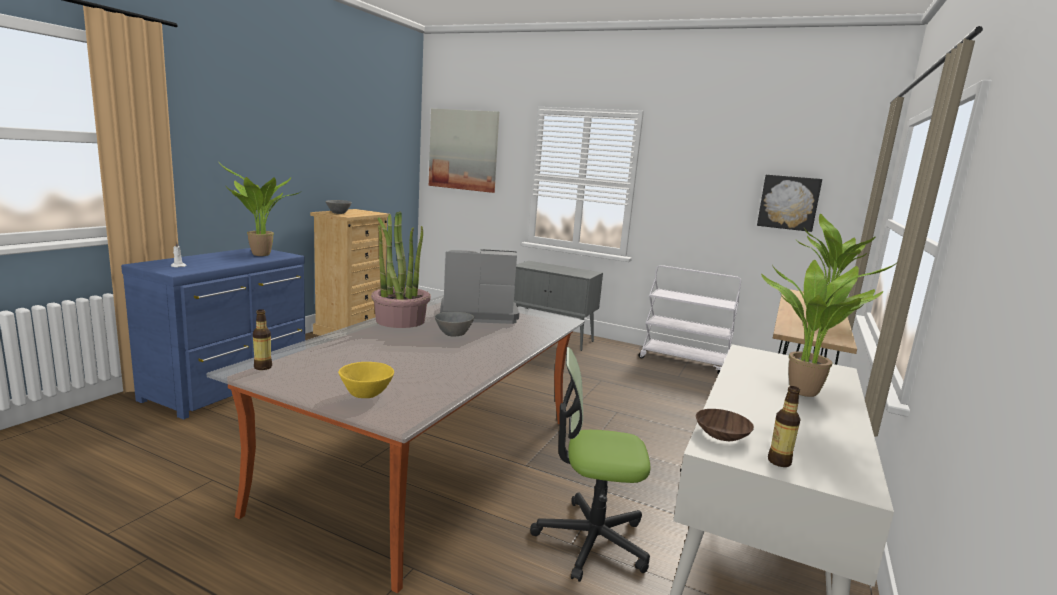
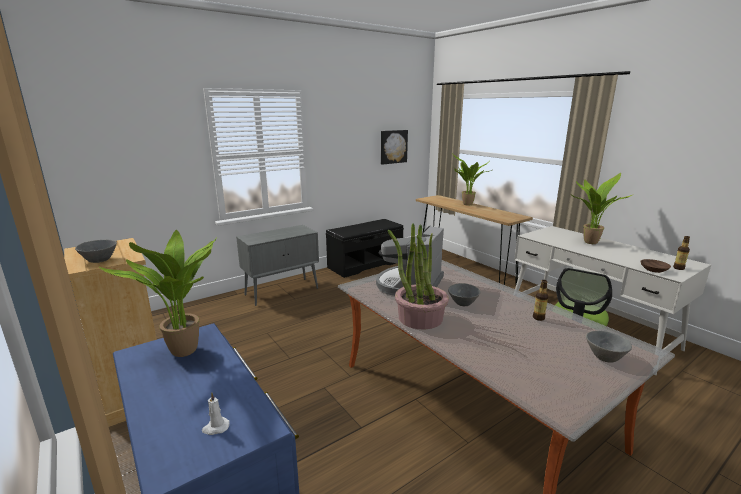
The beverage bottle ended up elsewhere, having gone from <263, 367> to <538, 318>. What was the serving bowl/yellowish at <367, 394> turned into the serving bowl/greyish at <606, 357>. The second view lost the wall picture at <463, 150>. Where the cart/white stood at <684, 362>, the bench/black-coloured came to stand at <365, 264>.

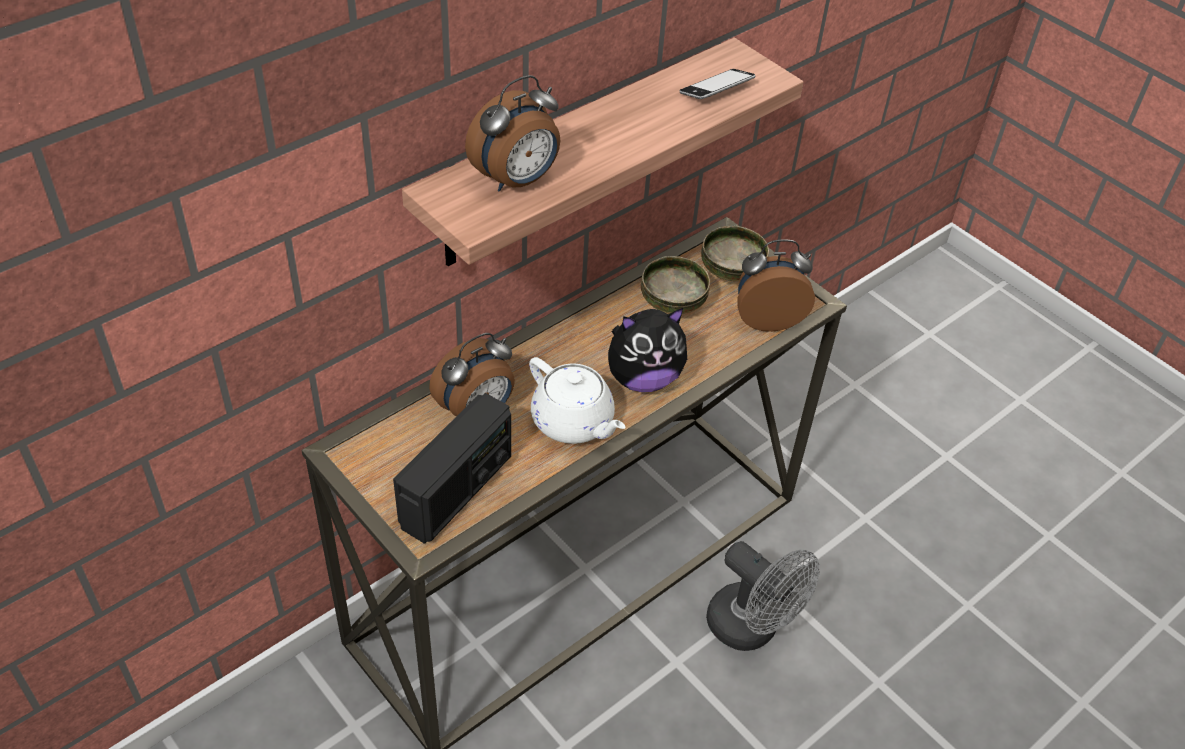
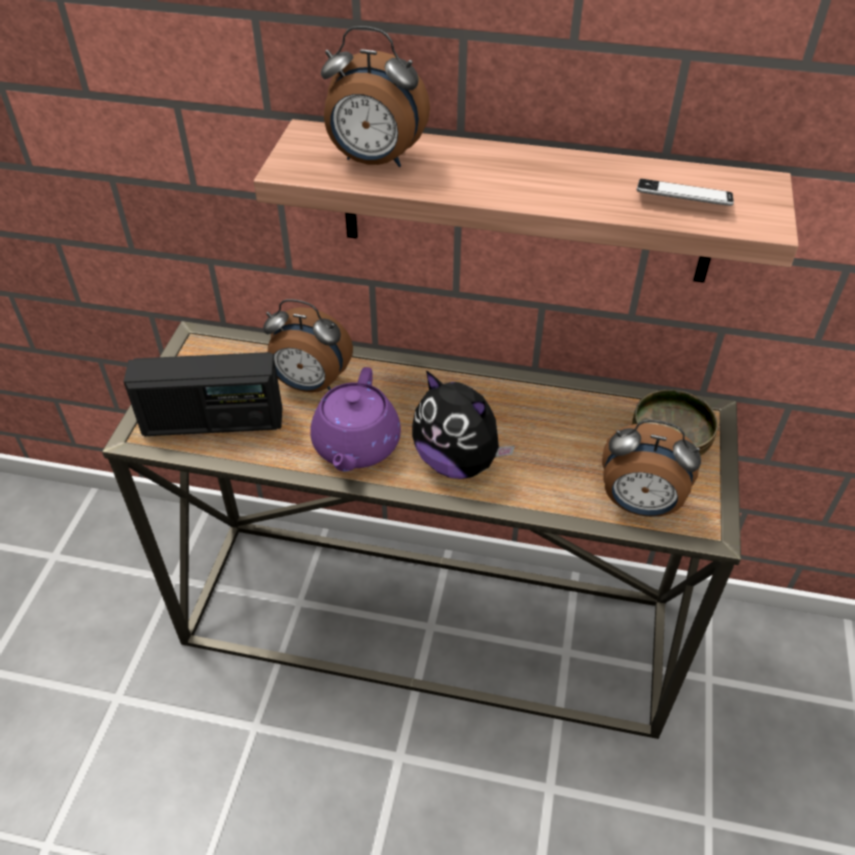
What was the tea pot/white at <573, 422> turned into the tea pot/purple at <356, 446>. The second view lost the serving bowl at <672, 303>. The second view lost the fan/greyish at <752, 628>. The alarm clock at <767, 318> ended up facing another way, 150 degrees clockwise from before.

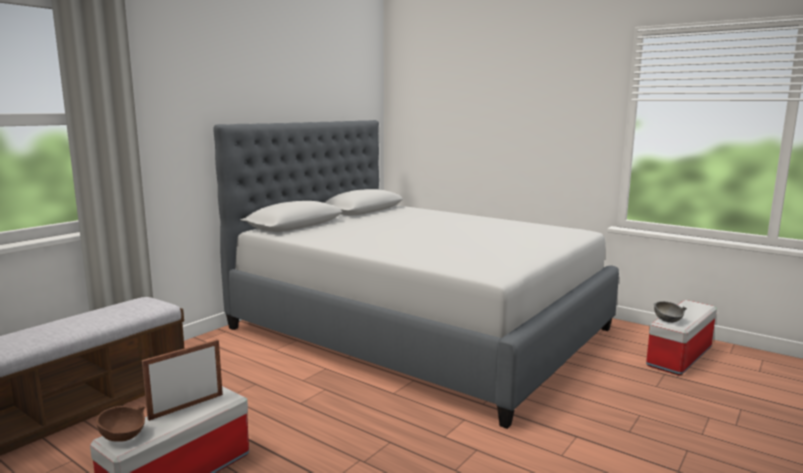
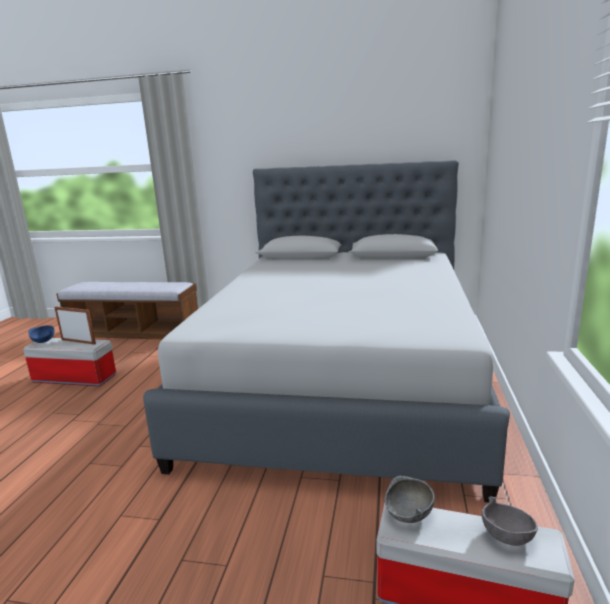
What was the serving bowl/brown at <123, 437> turned into the serving bowl/bluish at <43, 341>. The second view gained the serving bowl/greyish at <507, 536>.

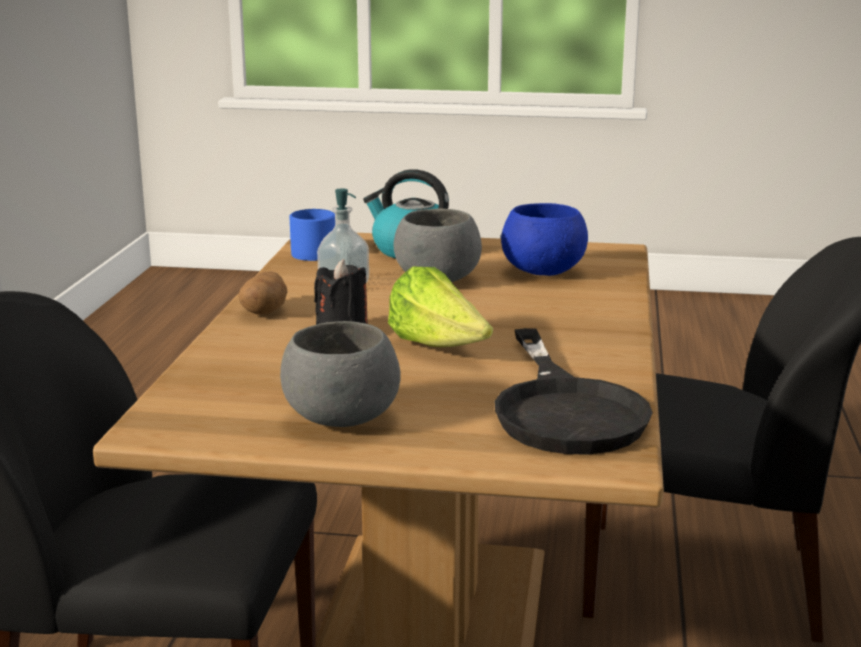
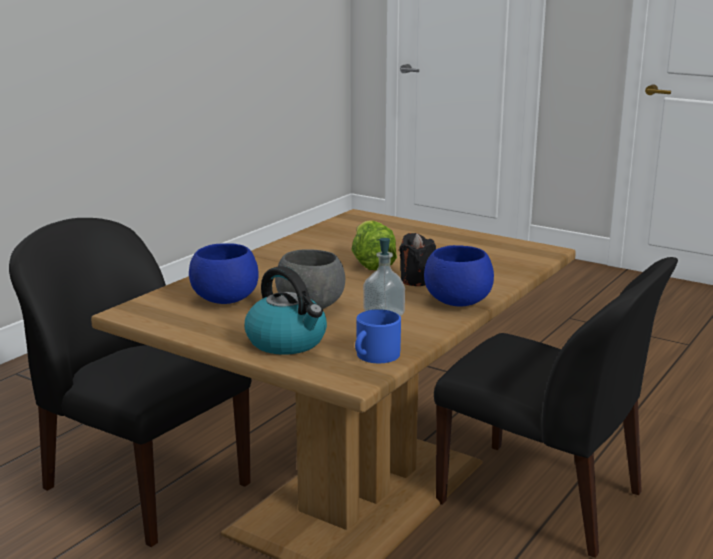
Where the spud stood at <264, 311>, the serving bowl/bluish came to stand at <458, 302>. The second view lost the serving bowl/greyish at <340, 419>. The second view lost the frying pan/black-coloured at <565, 409>.

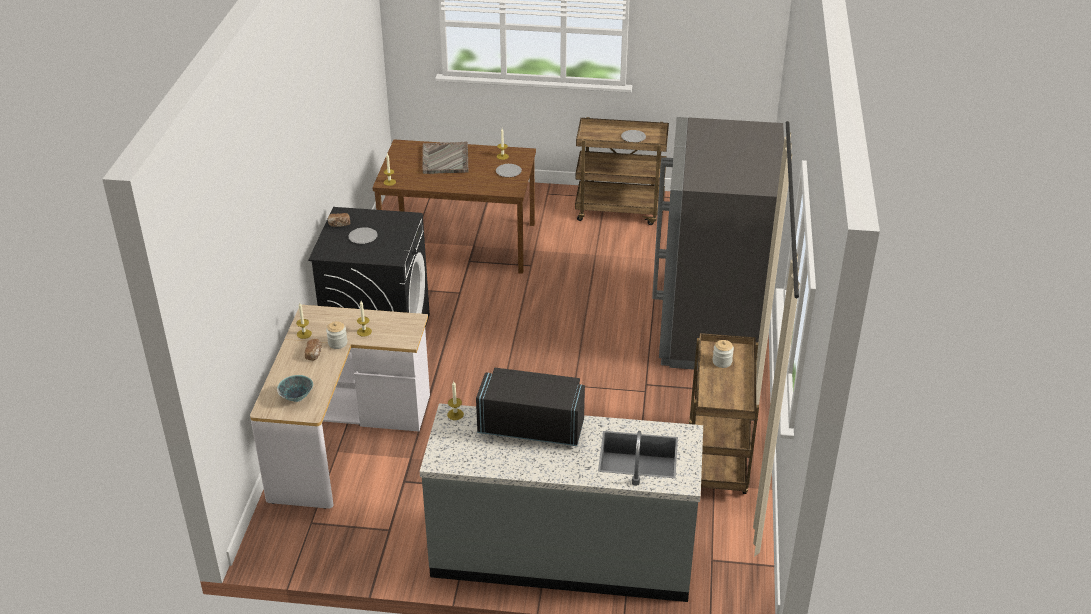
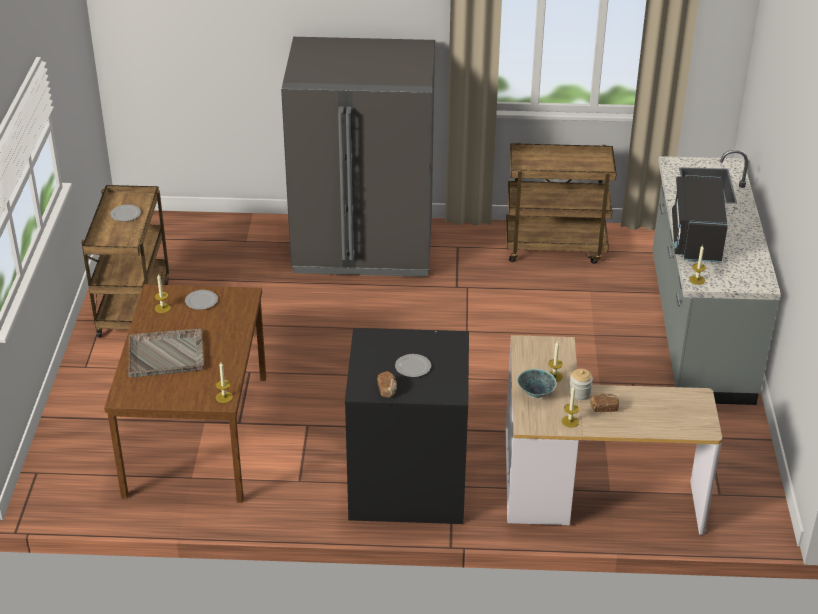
The serving bowl ended up elsewhere, having gone from <297, 398> to <535, 394>. The second view lost the preserve jar at <722, 362>.

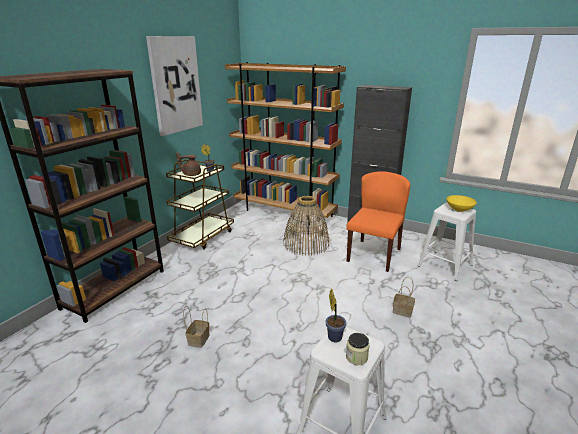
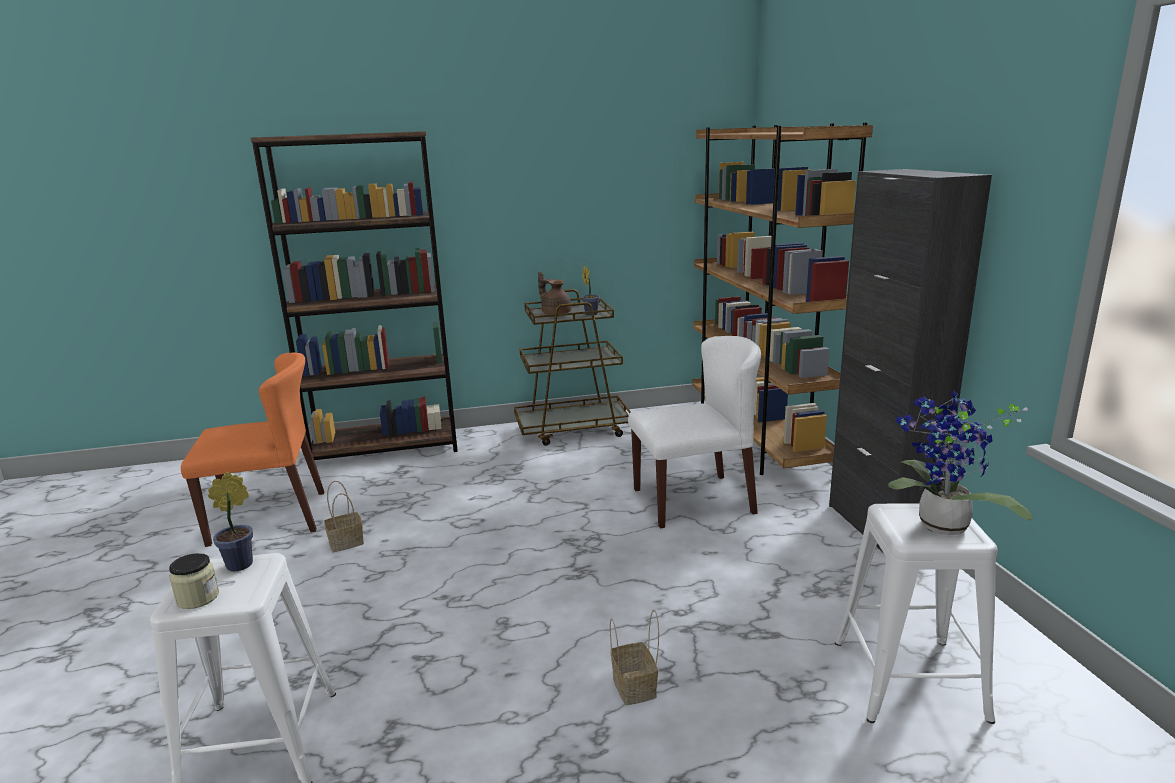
The second view lost the wall picture at <175, 85>. Where the basket stood at <306, 244>, the plain chair/white came to stand at <694, 500>. The plain chair/orangey ended up elsewhere, having gone from <373, 255> to <270, 517>. Where the serving bowl/yellowish stood at <459, 210>, the plant in a pot came to stand at <940, 528>.

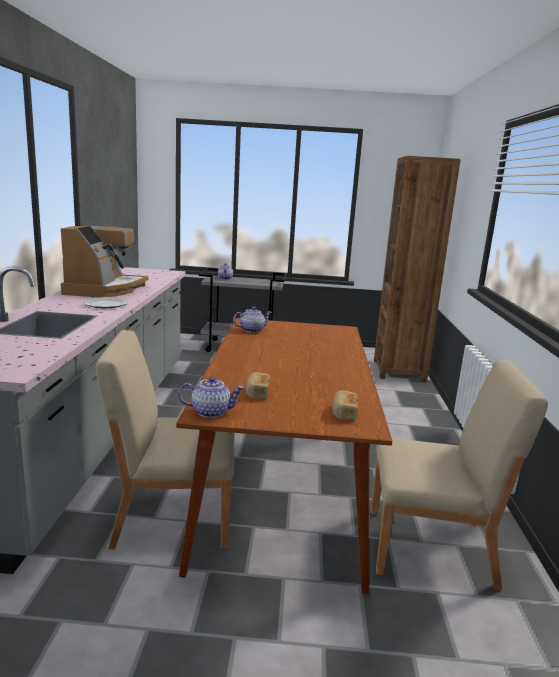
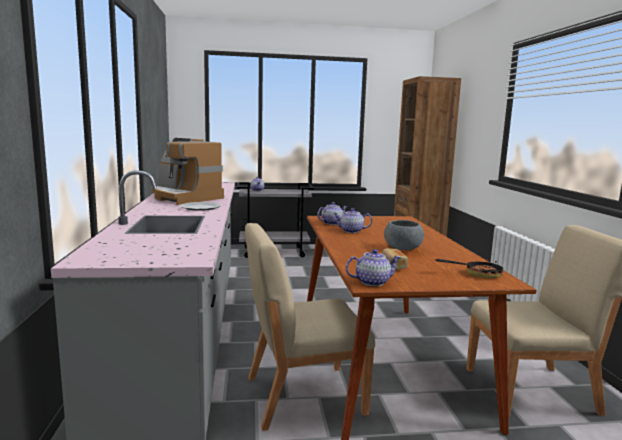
The coffee brewer at <105, 289> ended up facing another way, 135 degrees clockwise from before. Where the bakery bread stood at <343, 413>, the frying pan came to stand at <477, 274>. The second view gained the tea pot at <351, 231>. The second view gained the serving bowl/greyish at <402, 249>.

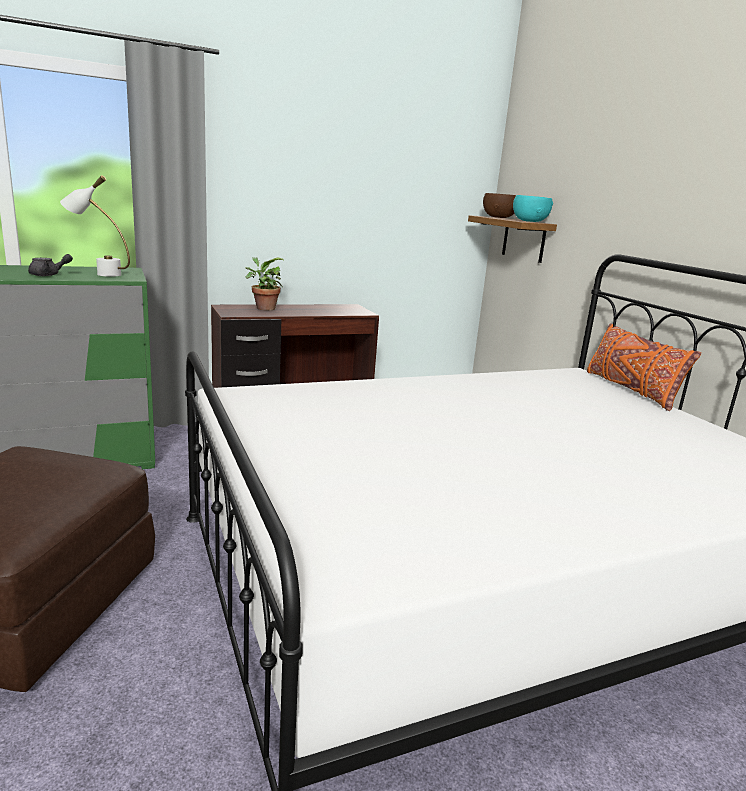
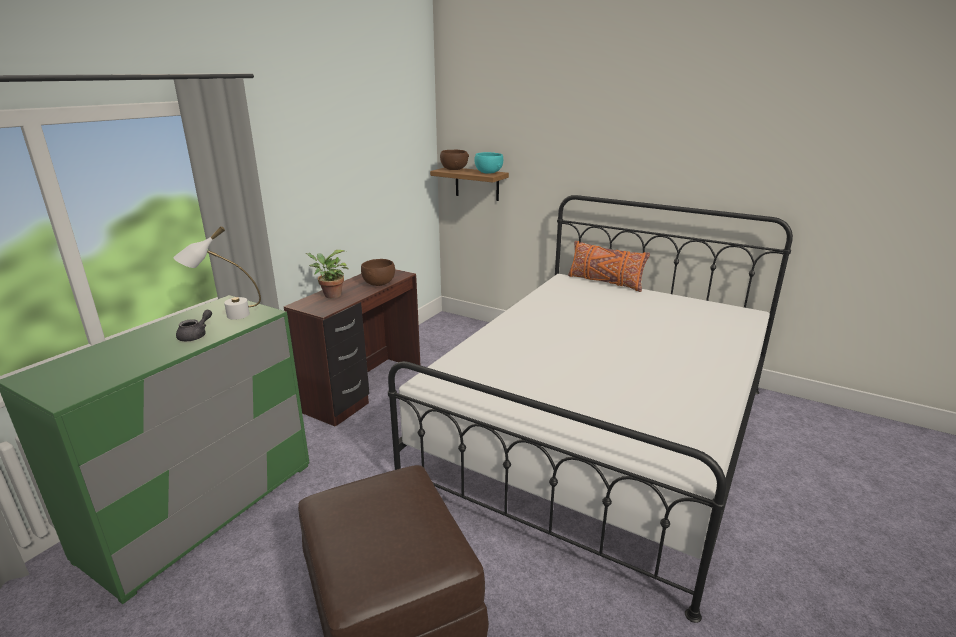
The second view gained the serving bowl/brown at <379, 283>.

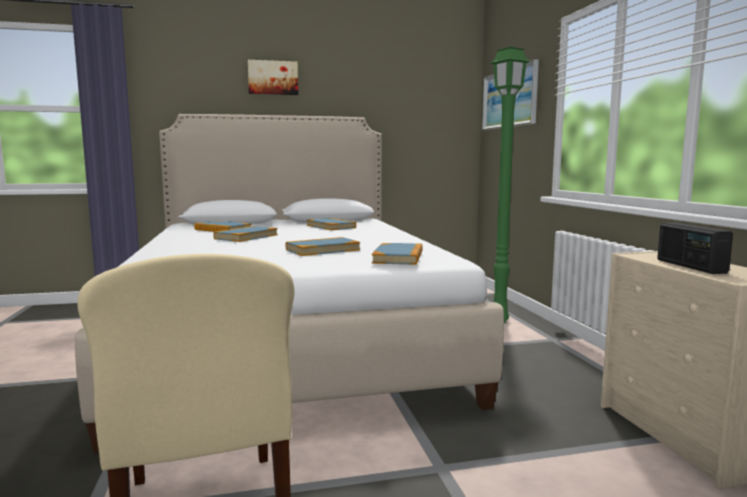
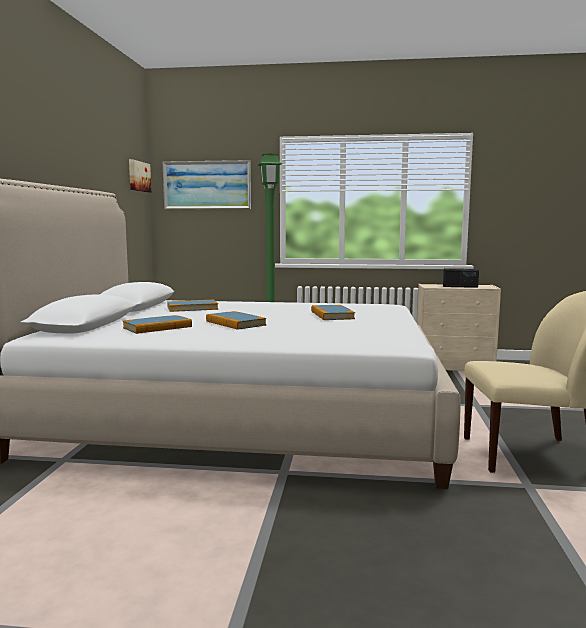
The wall picture ended up elsewhere, having gone from <273, 78> to <138, 176>. The second view lost the book at <398, 257>.

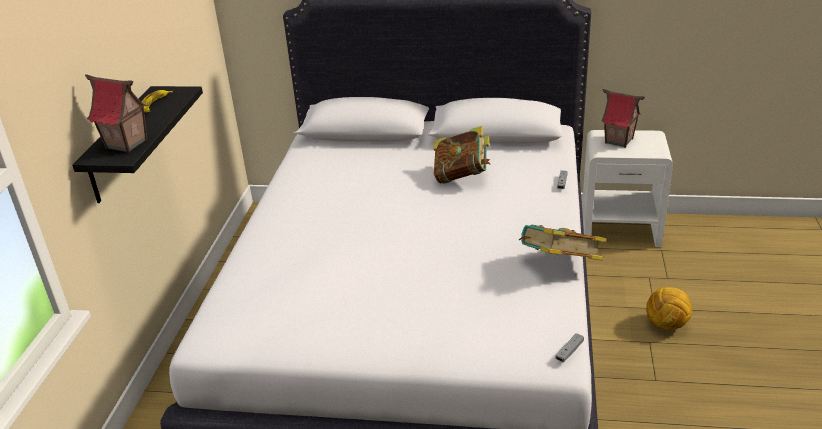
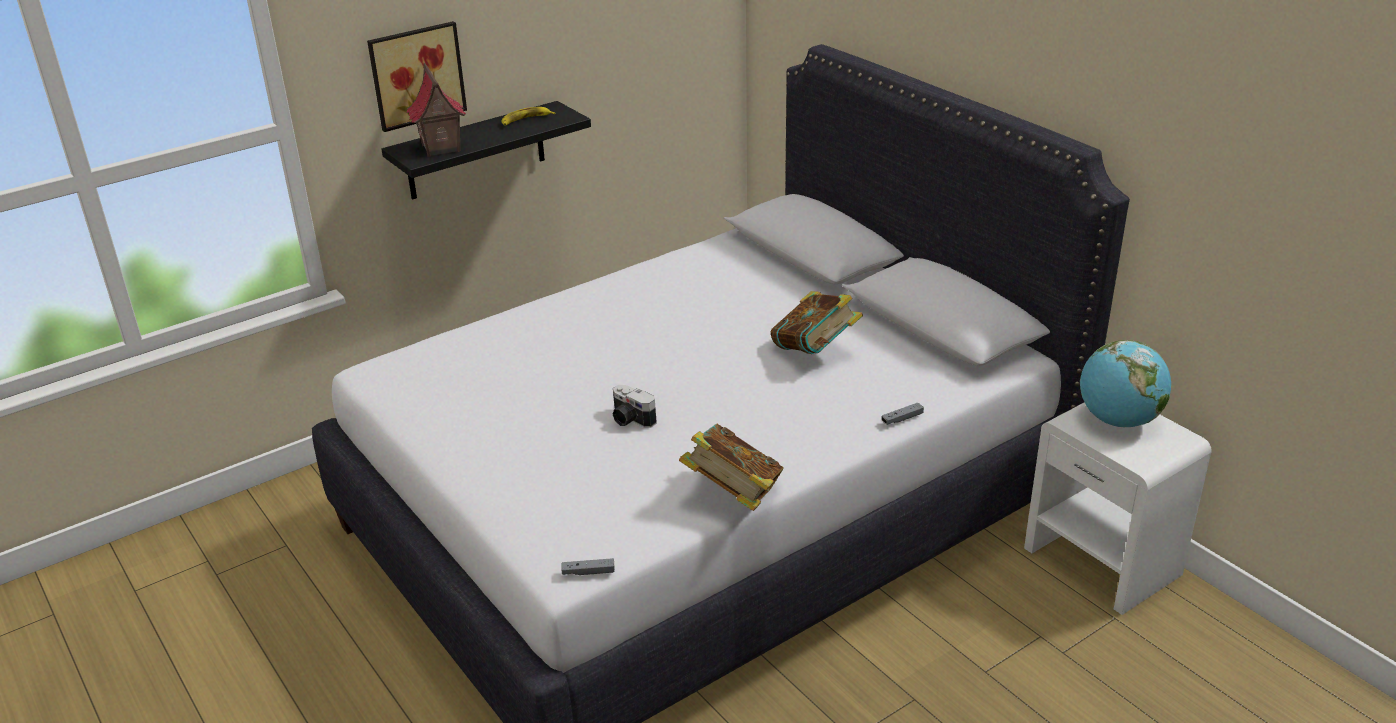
Where the miniature house stood at <618, 141>, the globe came to stand at <1118, 420>. The second view lost the ball for football at <667, 325>. The second view gained the wall picture at <415, 74>. The second view gained the still camera at <630, 419>.

